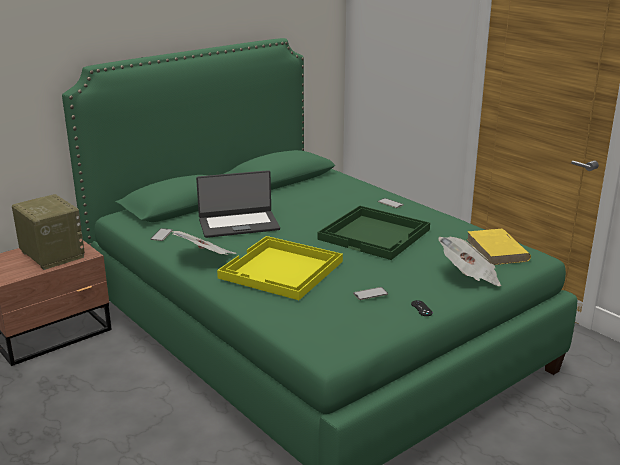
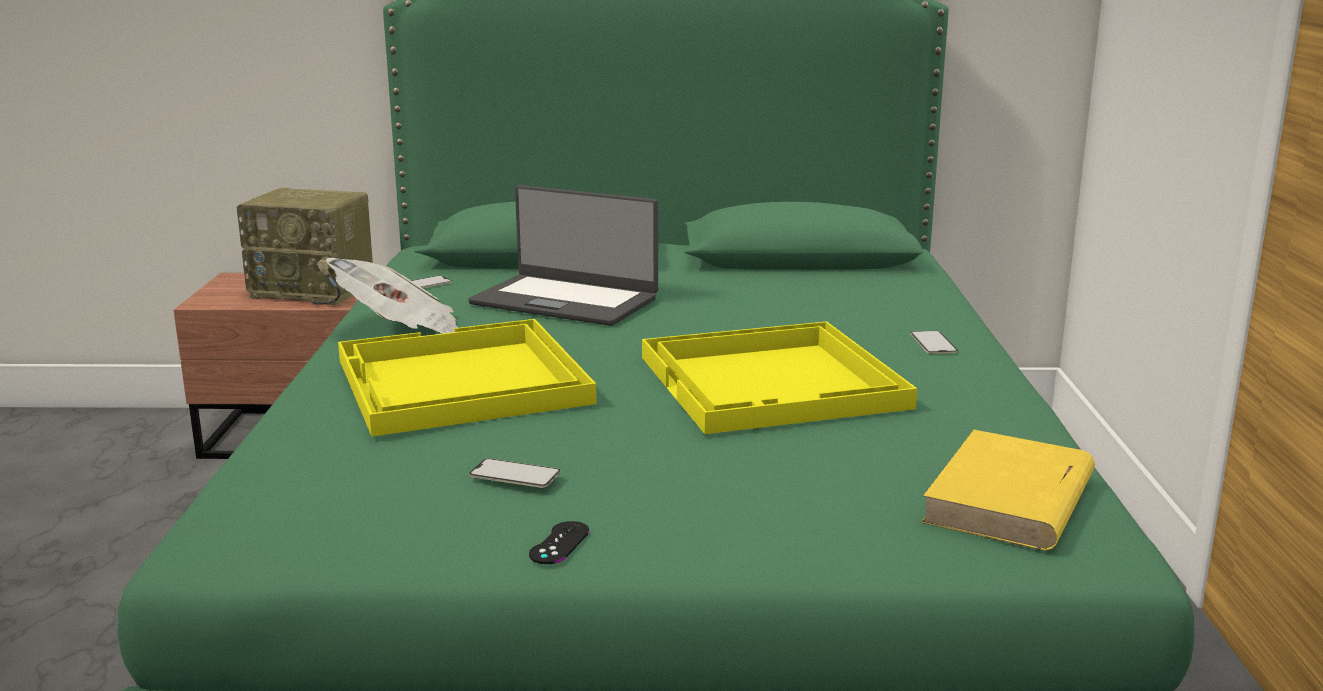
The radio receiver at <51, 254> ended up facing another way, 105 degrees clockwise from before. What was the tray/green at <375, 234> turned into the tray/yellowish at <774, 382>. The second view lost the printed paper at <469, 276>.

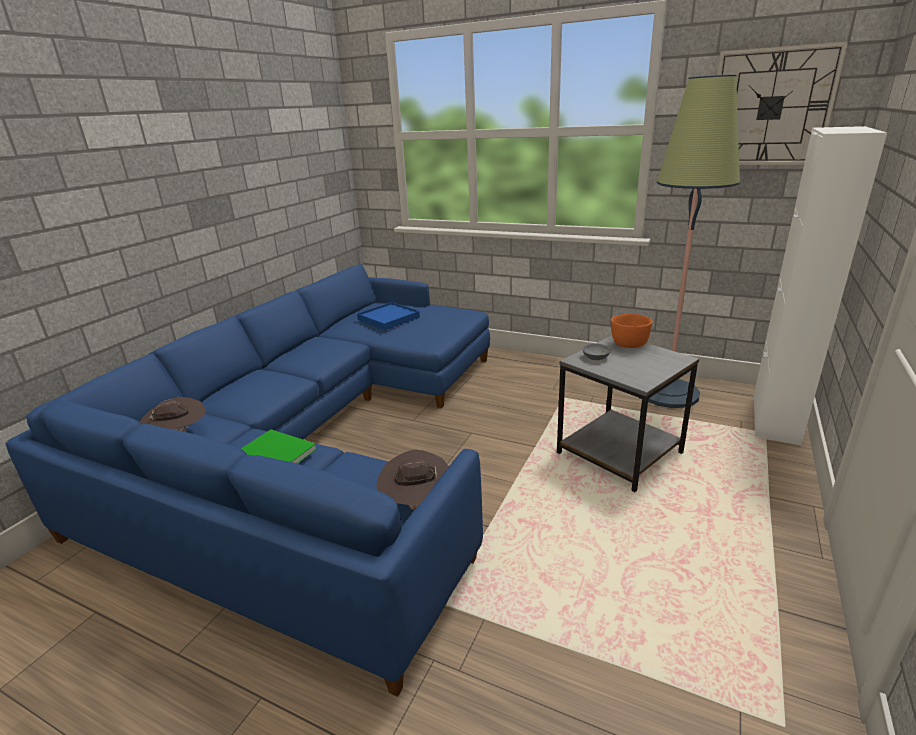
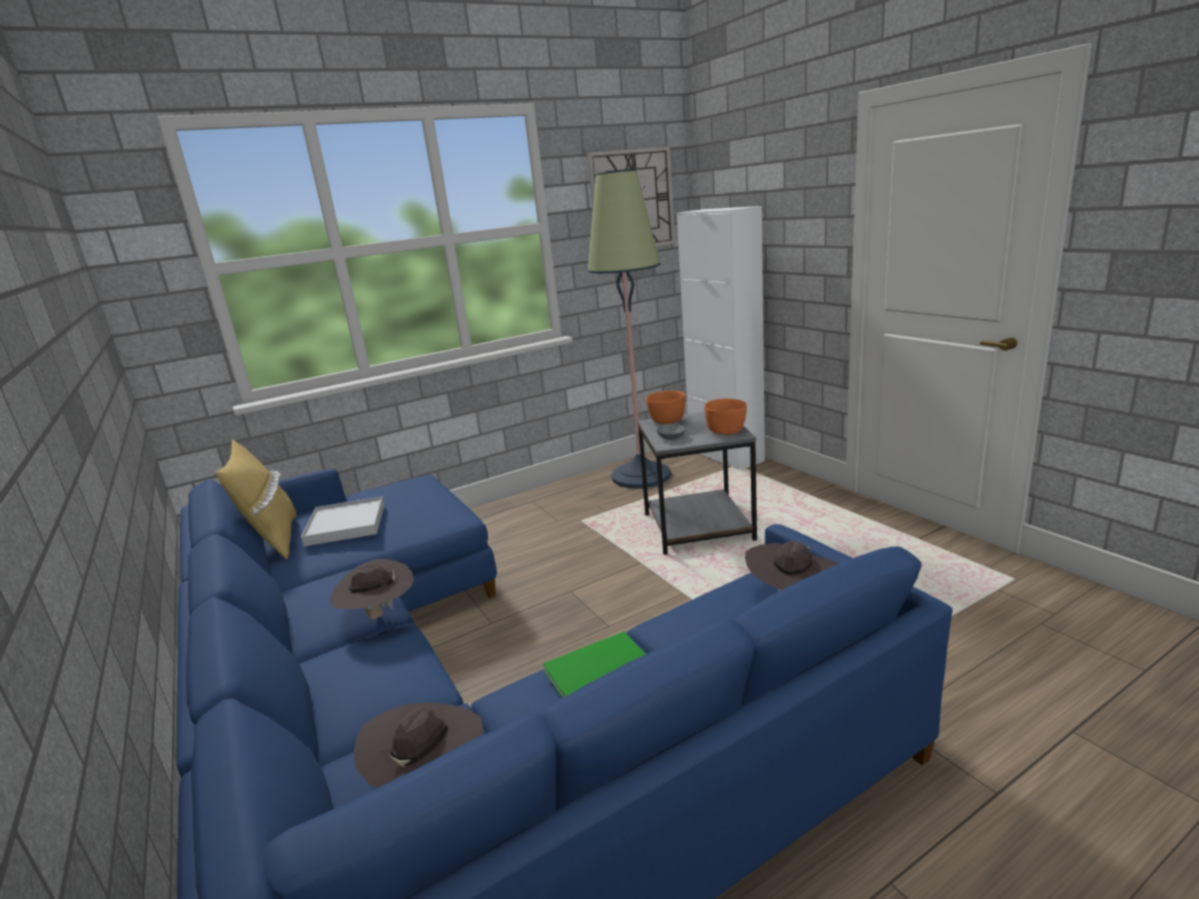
What was the tray/bluish at <388, 318> turned into the tray/white at <346, 525>. The second view gained the pillow/yellowish at <273, 540>. The second view gained the wearable hat/brown at <379, 615>. The second view gained the serving bowl/orangey at <726, 431>.

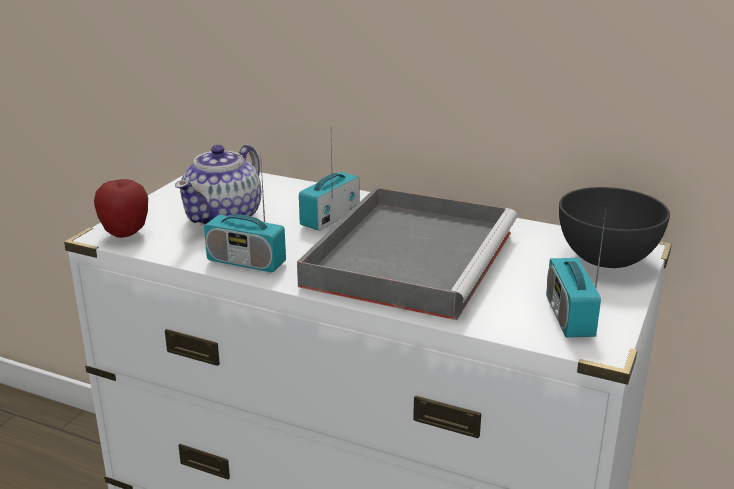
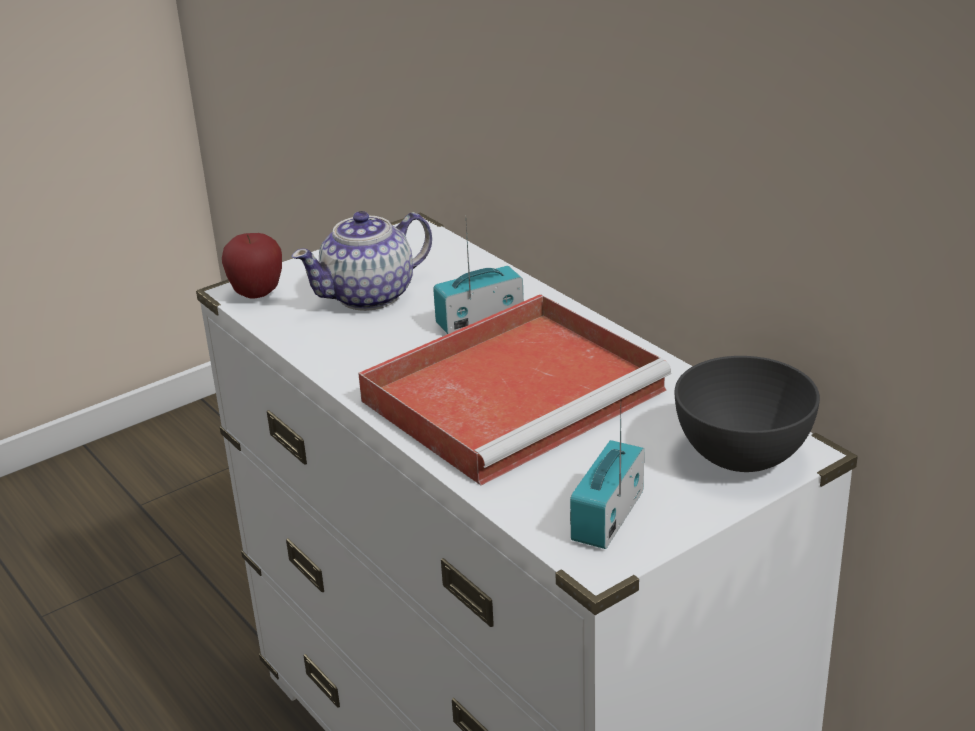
The second view lost the radio receiver at <246, 262>. What was the tray/greyish at <411, 256> turned into the tray/red at <516, 392>.

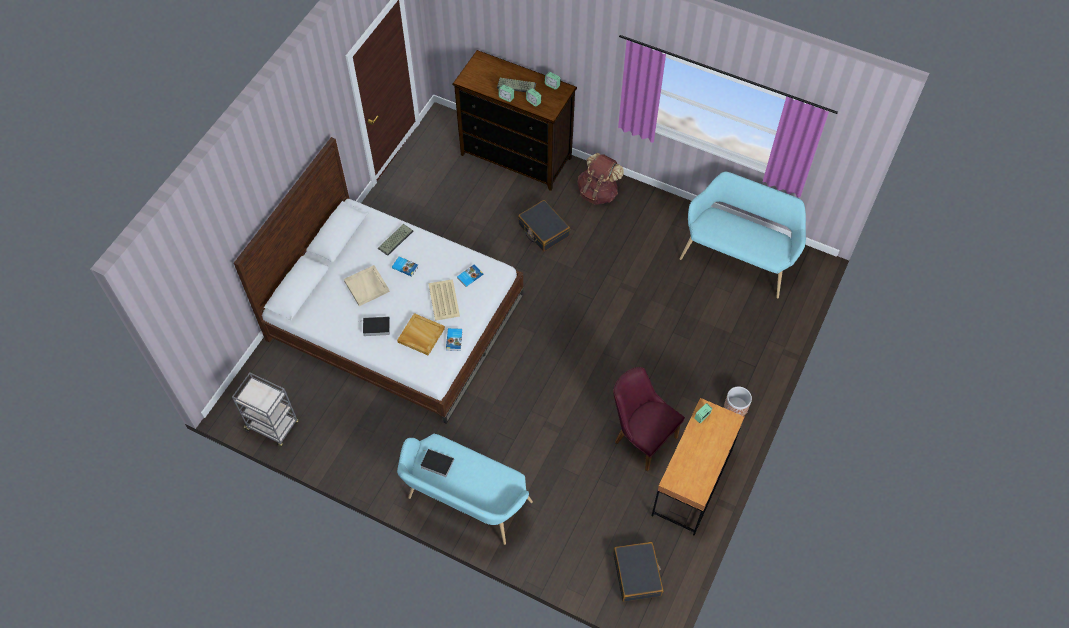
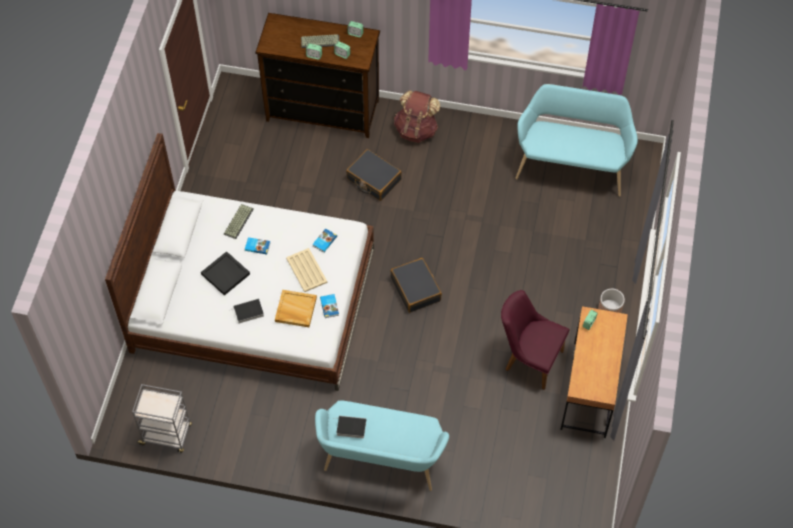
What was the tray/beige-coloured at <367, 286> turned into the tray/black-coloured at <226, 274>. The suitcase/black-coloured ended up elsewhere, having gone from <637, 574> to <416, 289>.

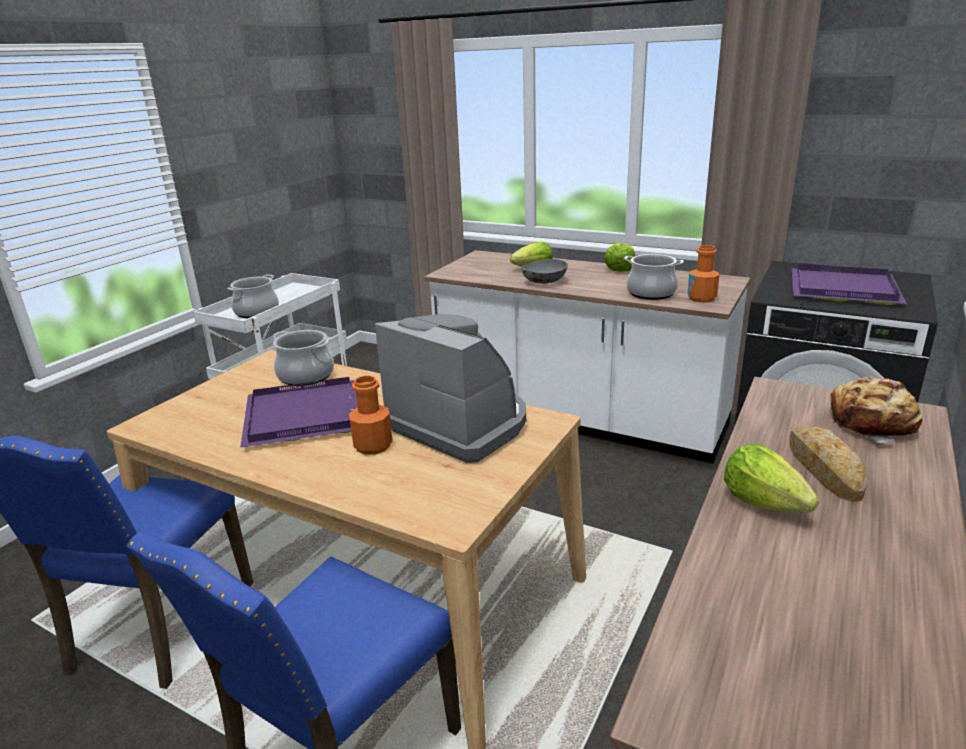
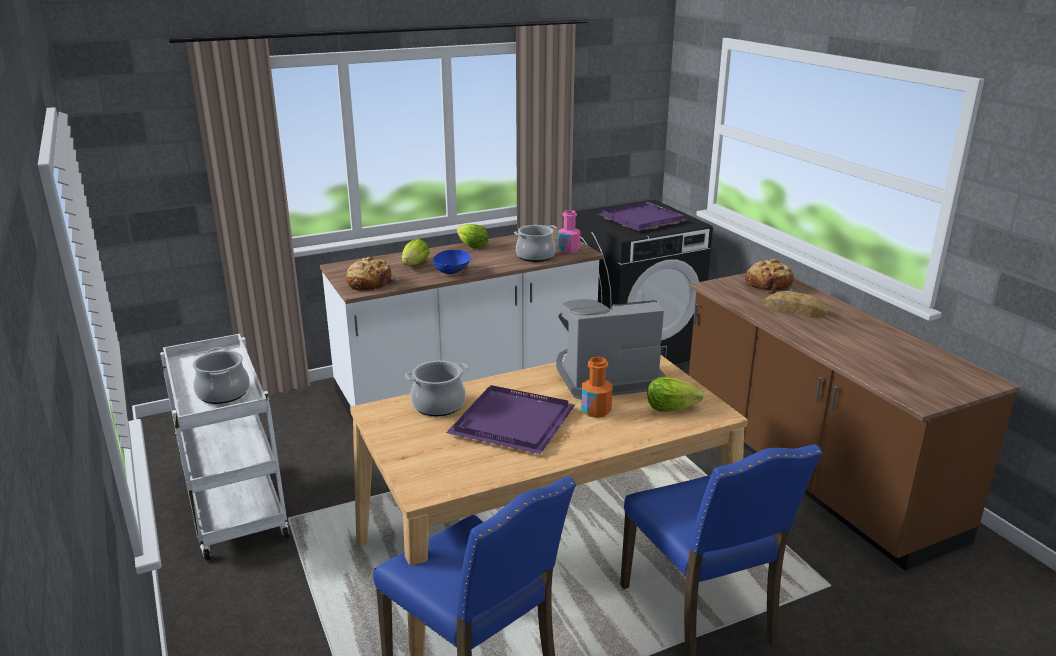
What was the serving bowl/greyish at <544, 282> turned into the serving bowl/bluish at <452, 272>. What was the beverage bottle/orangey at <701, 298> turned into the beverage bottle/pink at <569, 250>. The lettuce head ended up elsewhere, having gone from <763, 502> to <670, 408>. The second view gained the bakery bread at <370, 283>.

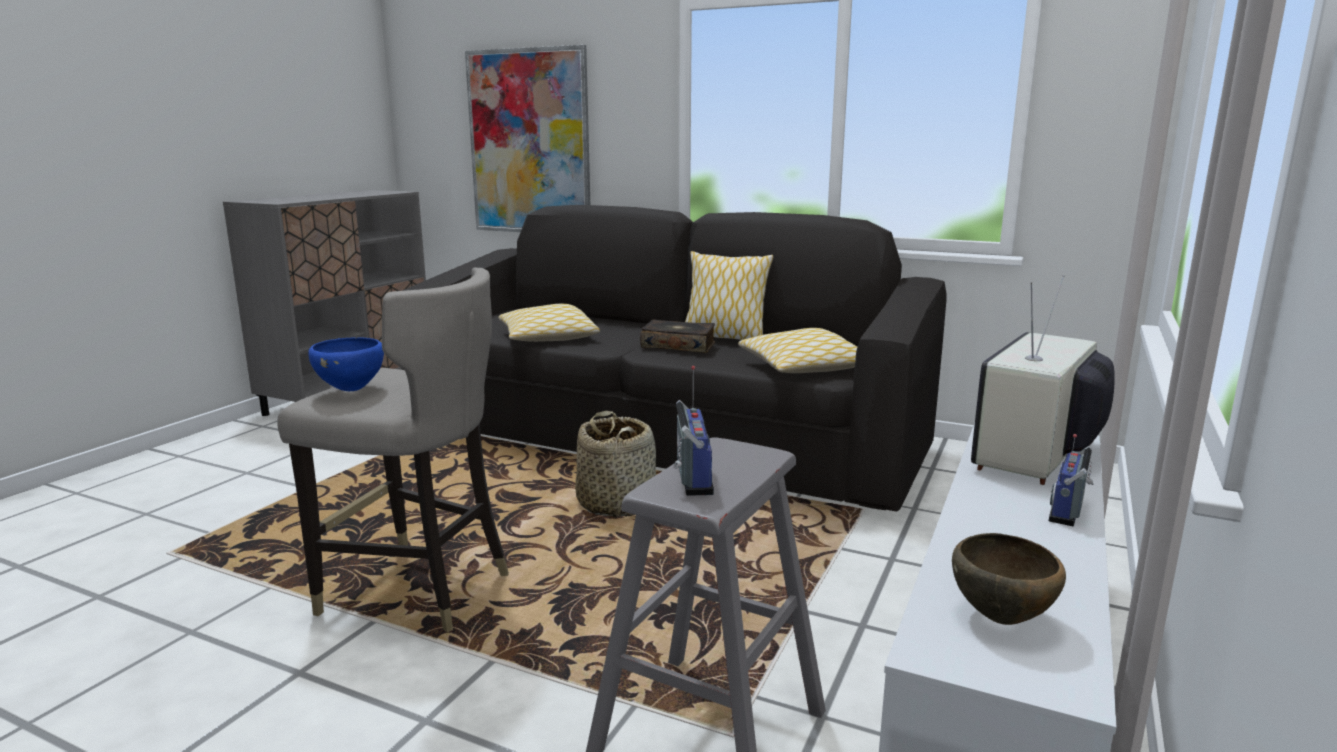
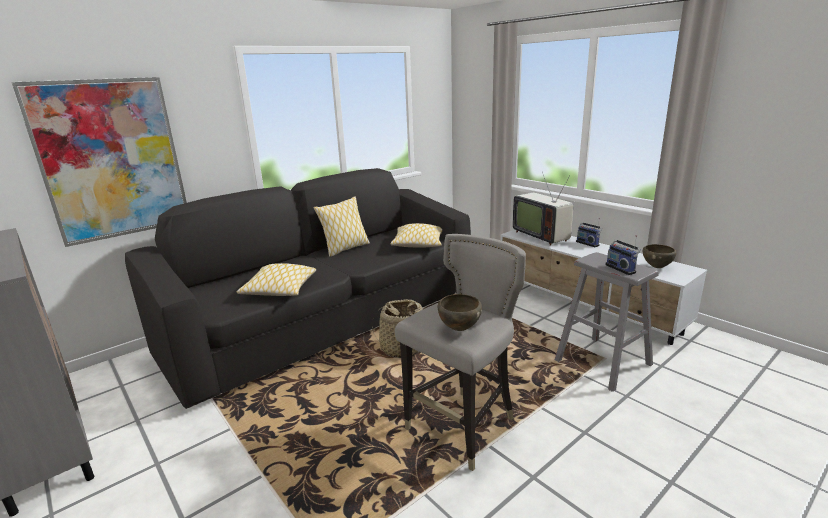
What was the serving bowl/bluish at <351, 390> turned into the serving bowl/brown at <459, 329>. The second view lost the book at <678, 345>. The radio receiver at <691, 478> ended up facing another way, 135 degrees counterclockwise from before.

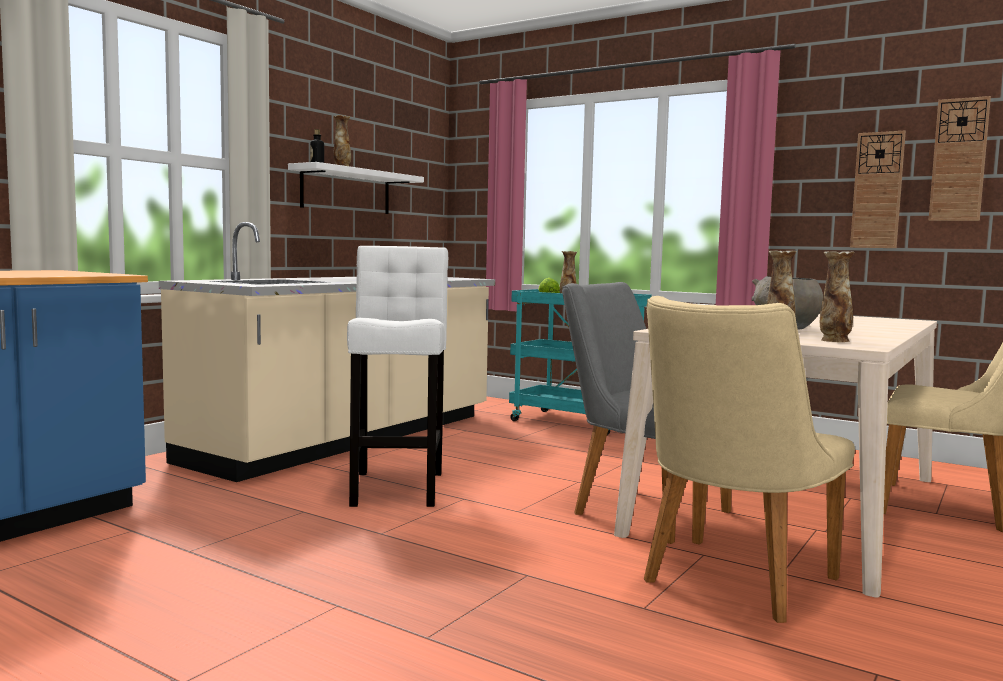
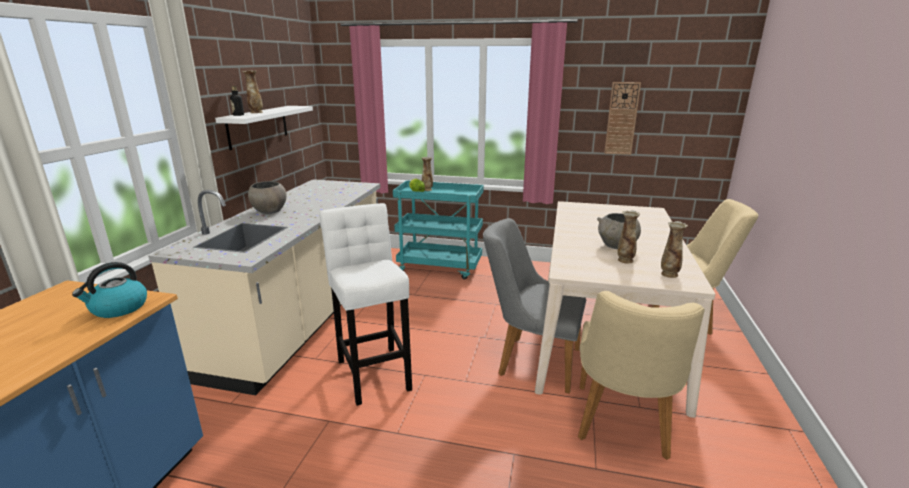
The second view lost the hanging clock at <959, 160>. The second view gained the kettle at <118, 308>. The second view gained the serving bowl/greyish at <269, 211>.

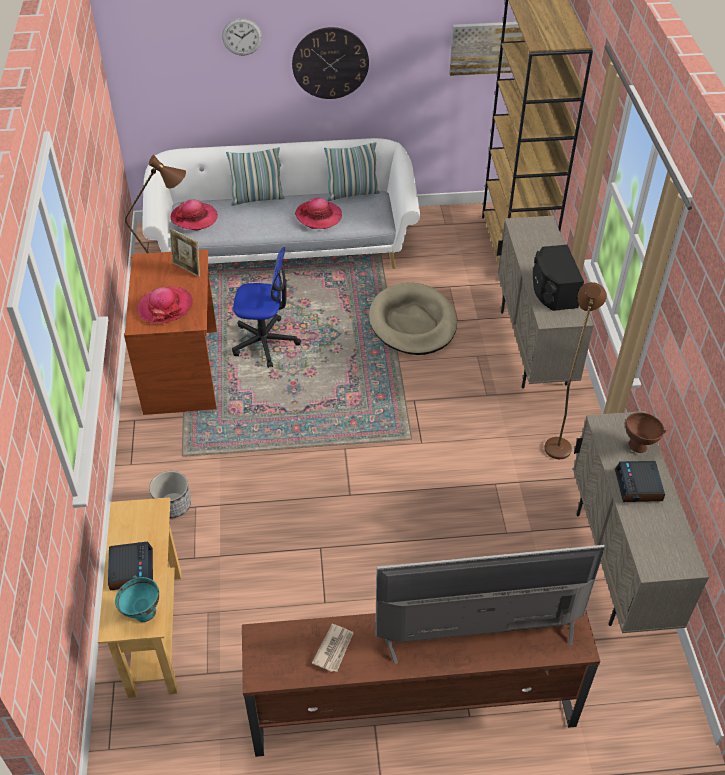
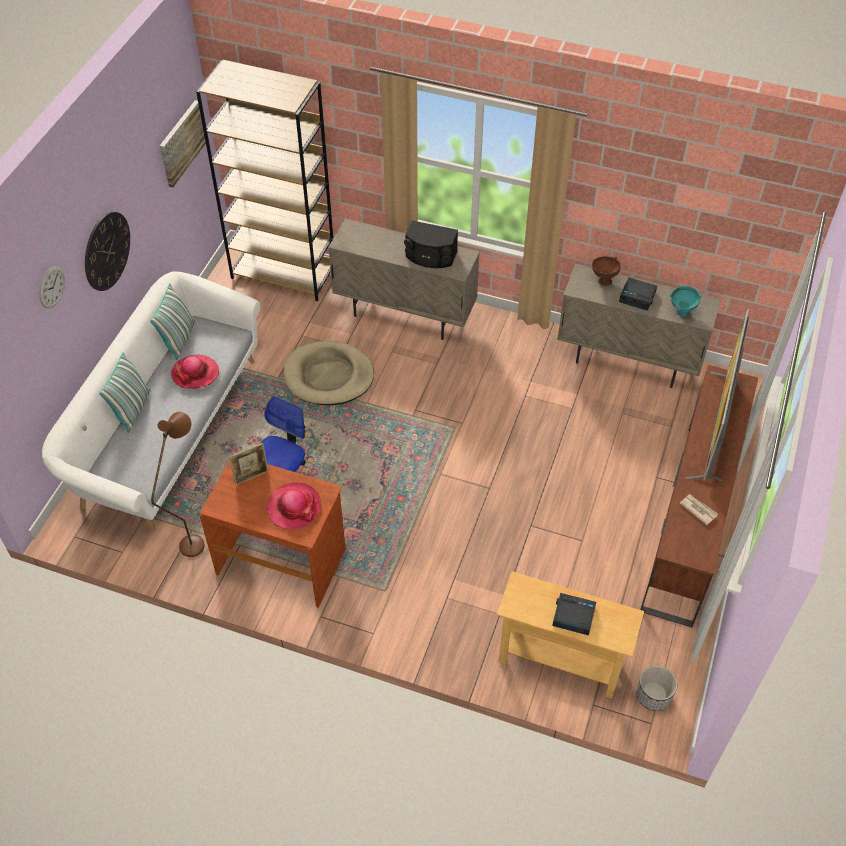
The serving bowl/blue-green ended up elsewhere, having gone from <142, 614> to <682, 312>. The planter ended up elsewhere, having gone from <172, 505> to <653, 696>. The second view lost the wearable hat at <194, 218>. The second view lost the floor lamp/brown at <559, 441>.

